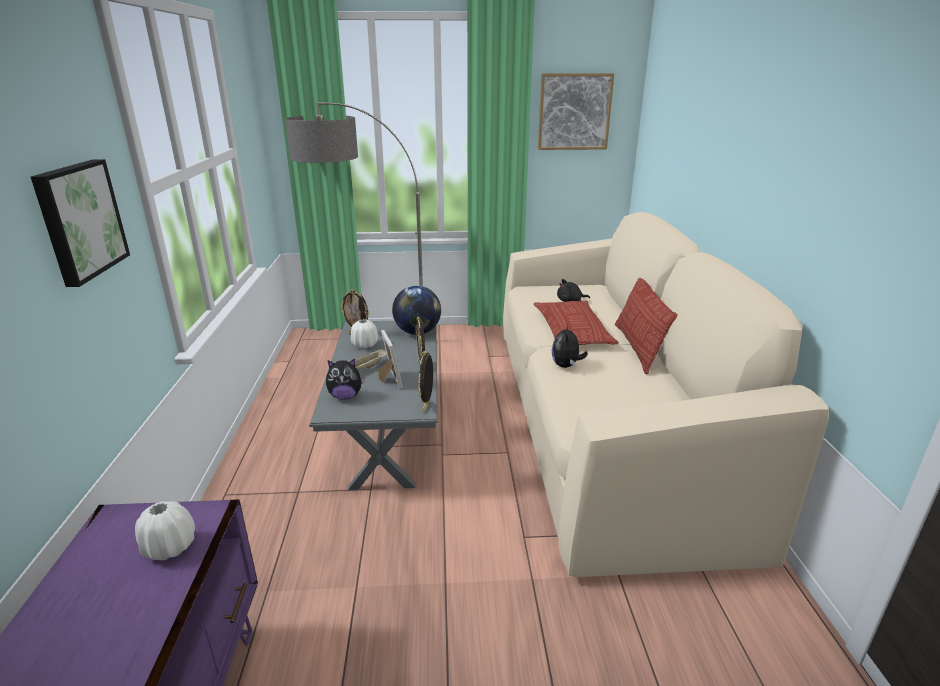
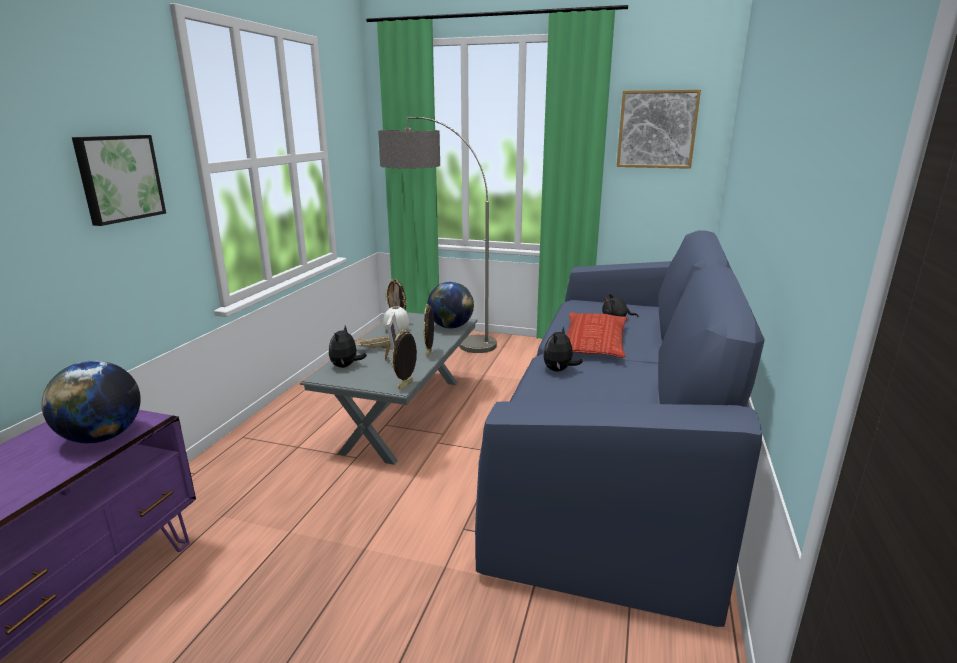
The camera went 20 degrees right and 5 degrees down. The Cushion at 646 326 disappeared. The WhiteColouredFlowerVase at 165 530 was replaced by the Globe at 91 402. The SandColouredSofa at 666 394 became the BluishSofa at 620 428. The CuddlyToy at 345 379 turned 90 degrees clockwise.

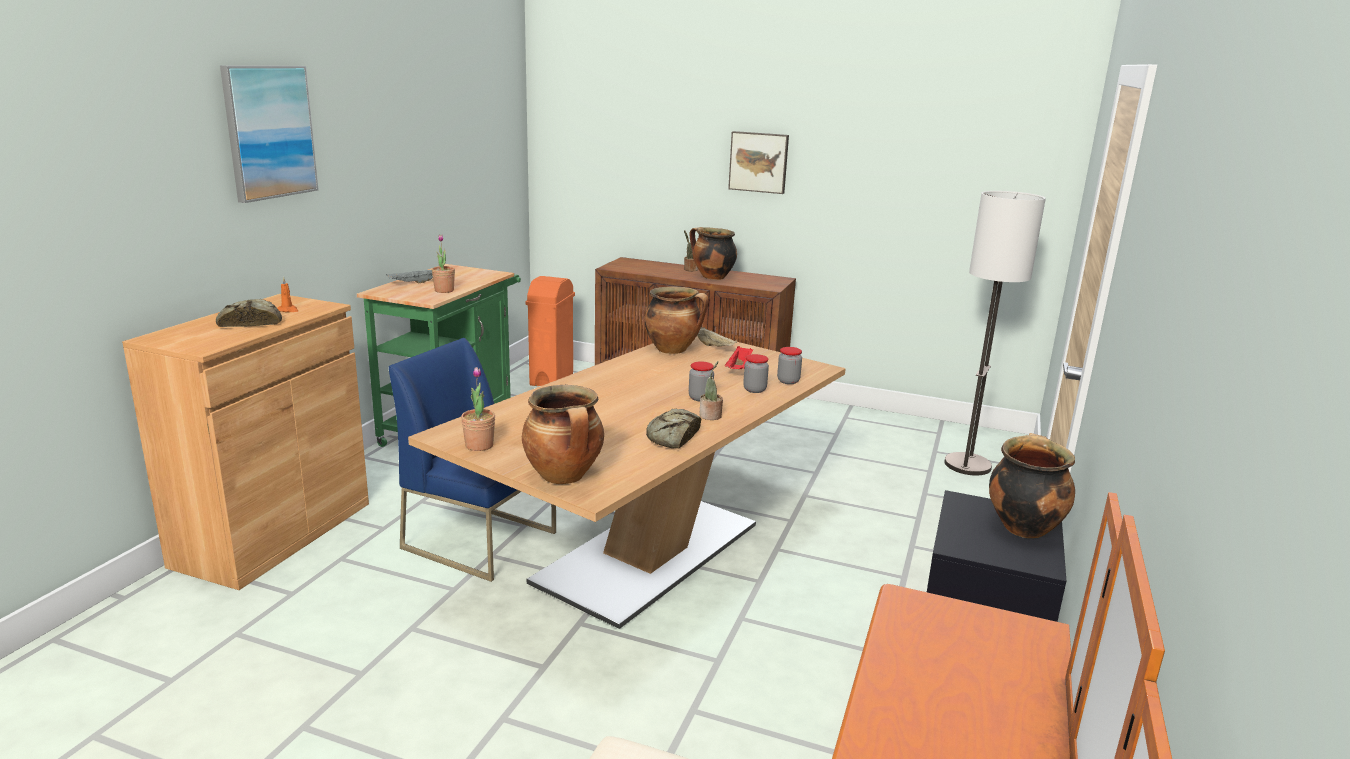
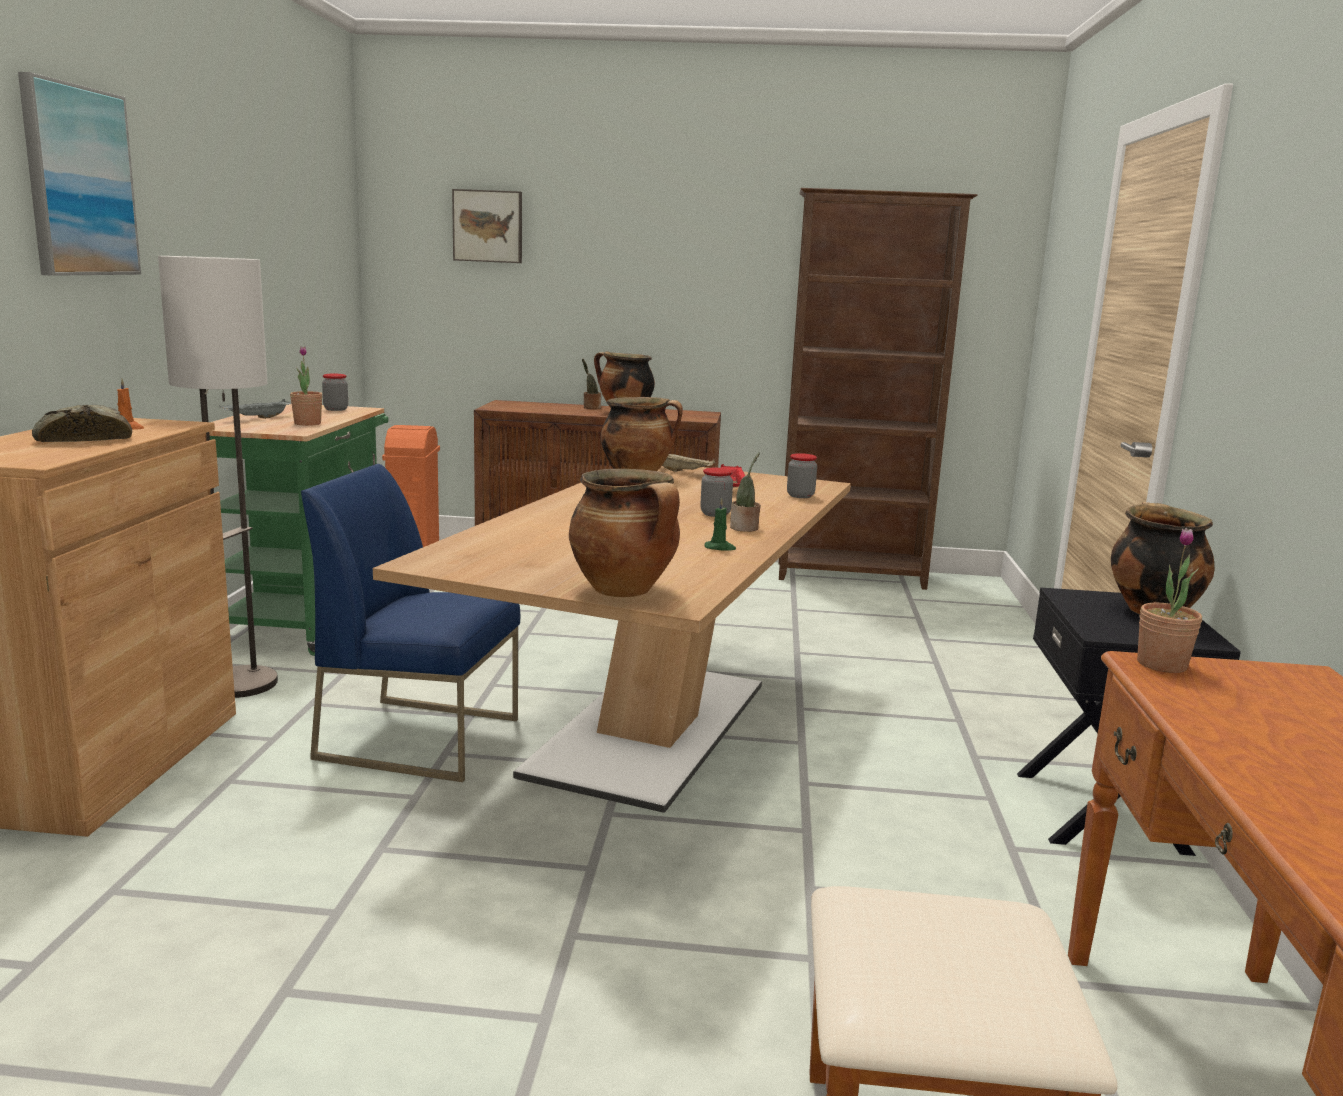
The camera went 15 degrees left and 5 degrees down. The BrownBookshelf at 878 389 appeared. The PottedPlant moved from 478 409 to 1169 600. The WallArt moved from 758 162 to 487 226. The PreserveJar moved from 756 373 to 335 392. The StandardLamp moved from 995 333 to 218 477. The BakedBread at 673 429 was replaced by the GreenColouredWaxLight at 720 524.

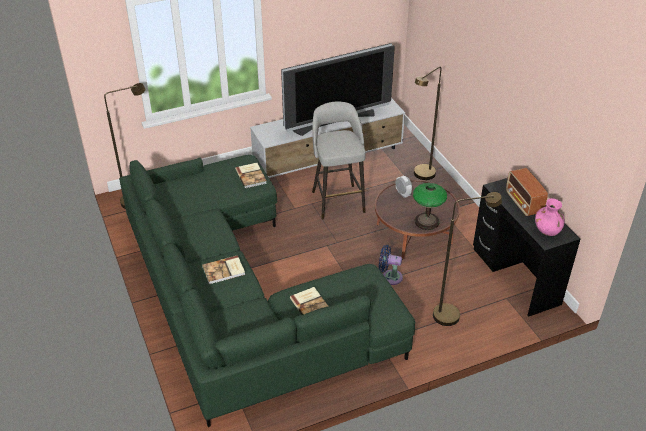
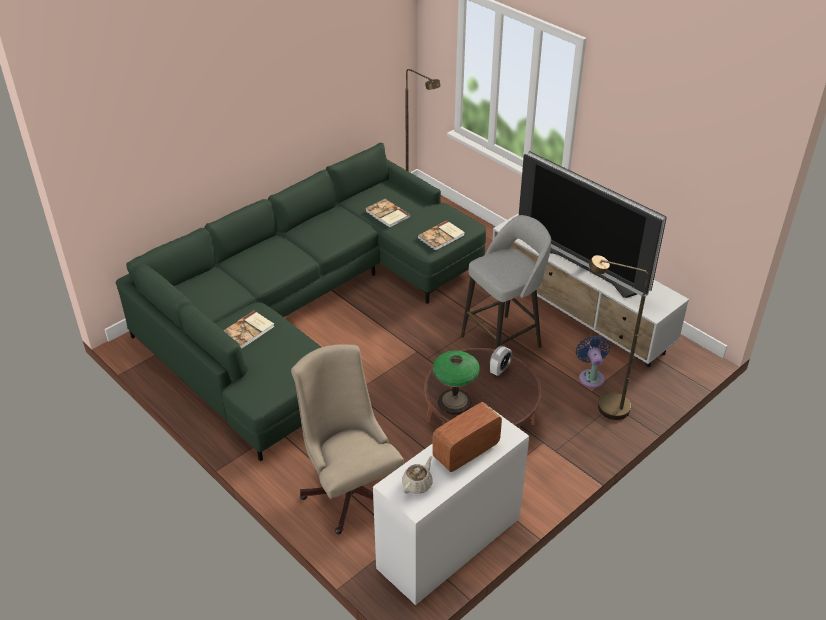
The camera went 70 degrees right and 0 degrees up. The Volume moved from 223 269 to 388 213. The BluishFan moved from 391 265 to 593 361. The BrownStandardLamp at 467 259 was replaced by the SandColouredDeskChair at 347 439. The PinkColouredFlowerVase at 550 217 was replaced by the SandColouredTeaPot at 417 475. The BlackDeskTable at 526 247 became the WhiteColouredDeskTable at 451 507.

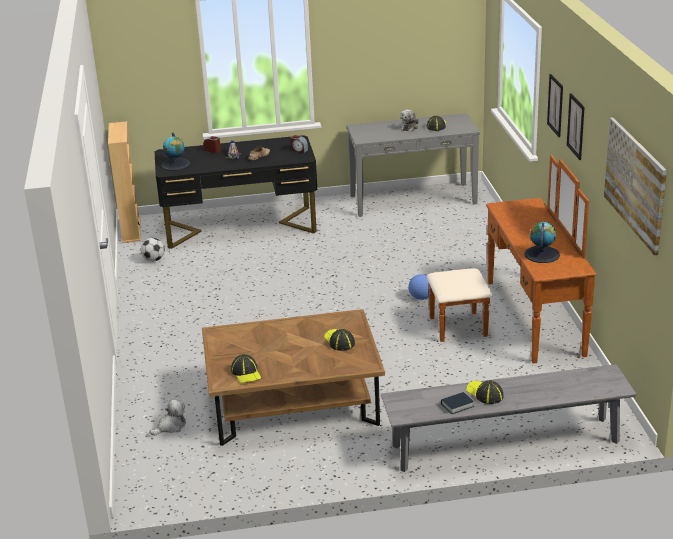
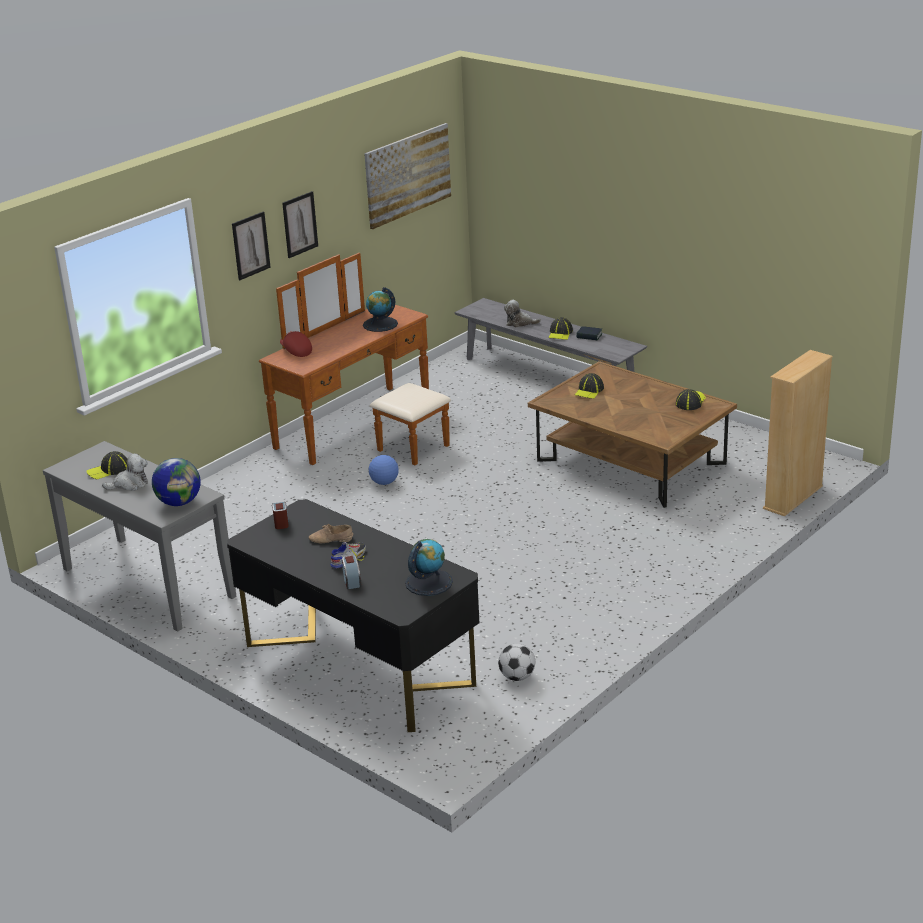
The camera went 130 degrees left and 0 degrees up. The Globe at 176 482 appeared. The ReddishBaseballCap at 296 344 appeared. The SandColouredBookshelf moved from 124 182 to 798 433. The CuddlyToy moved from 168 417 to 522 313.

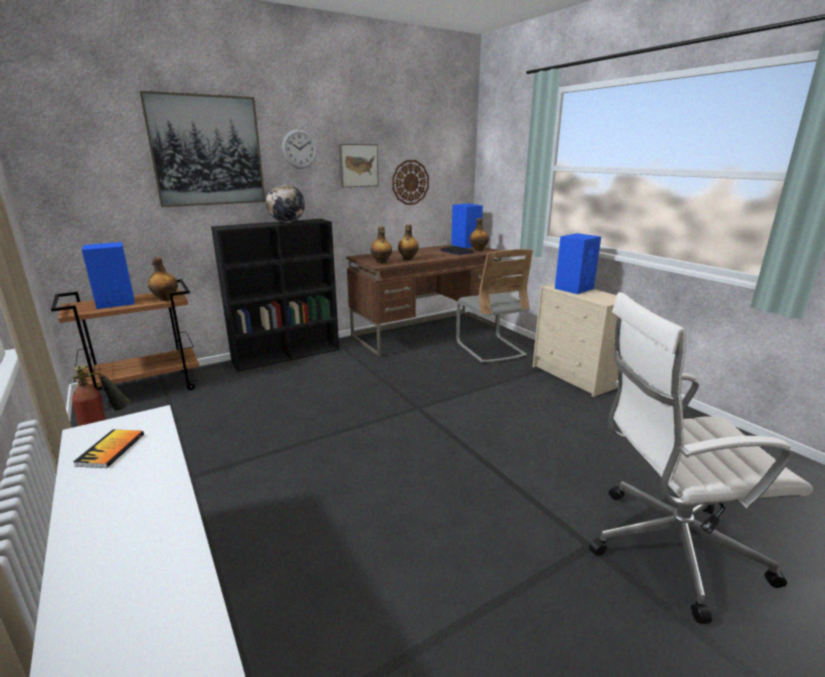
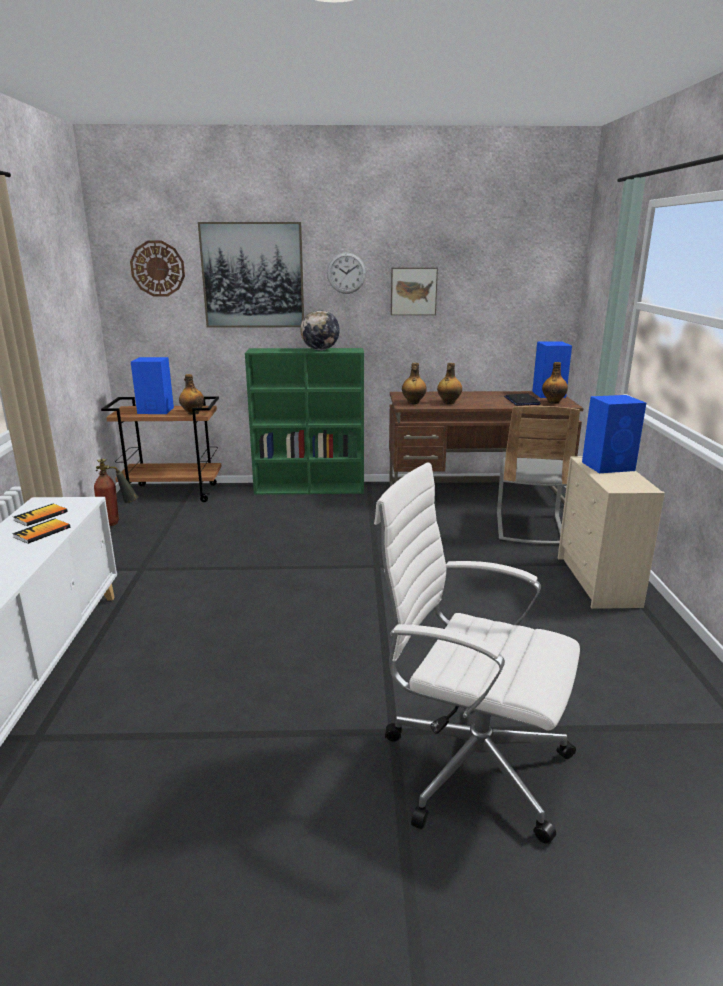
The camera went 30 degrees right and 0 degrees up. The Volume at 41 531 appeared. The WallClock moved from 410 182 to 157 269. The BlackBookshelf at 275 295 became the GreenColouredBookshelf at 304 421.

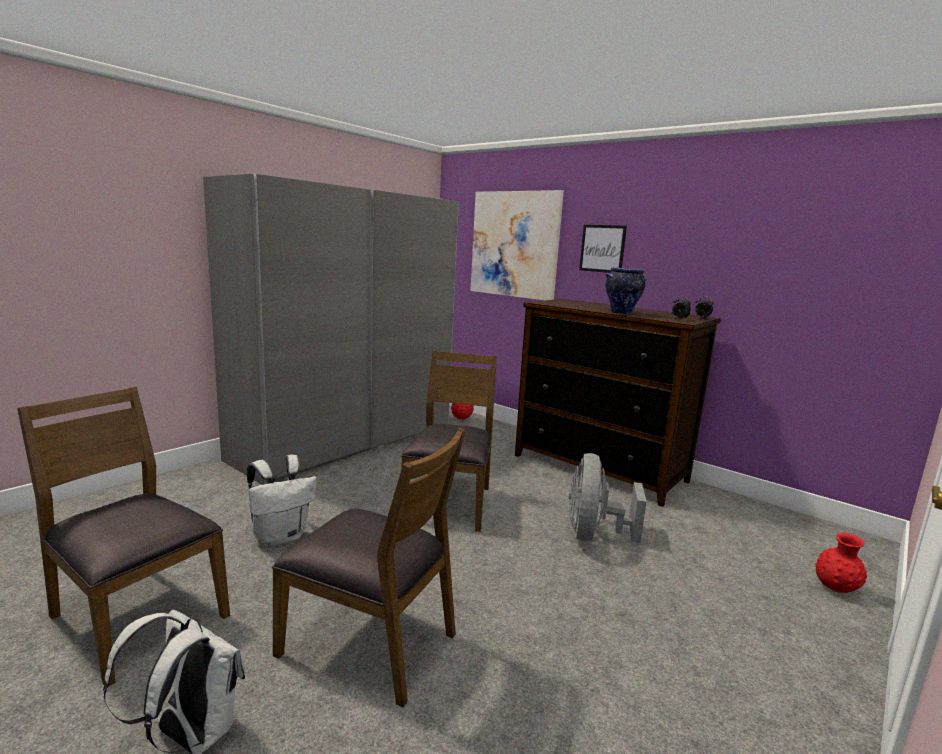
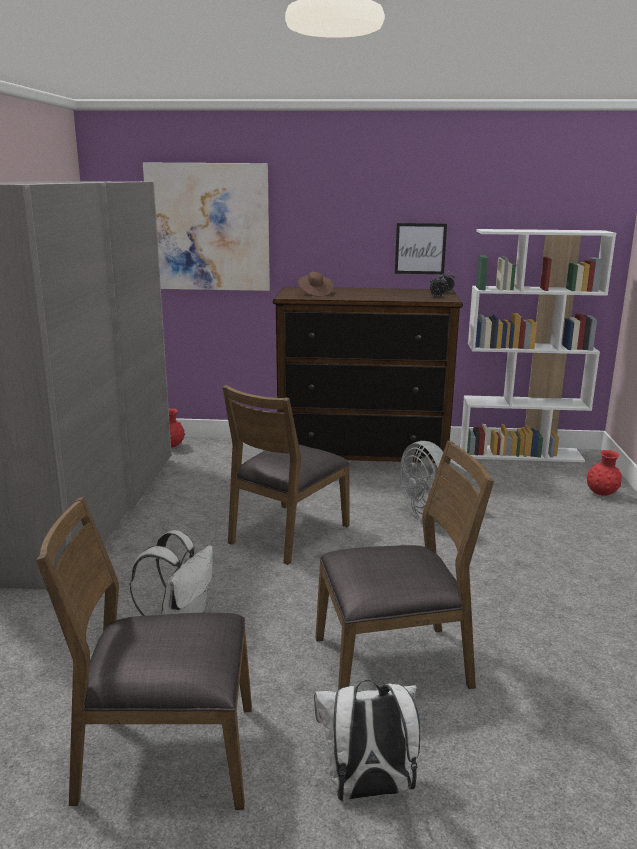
The camera went 35 degrees left and 5 degrees up. The FlowerVase at 626 290 disappeared. The BrownHat at 316 284 appeared. The WhiteColouredBookshelf at 538 345 appeared. The WallArt moved from 603 249 to 421 248. The BrownUprightChair at 449 441 turned 120 degrees counterclockwise.

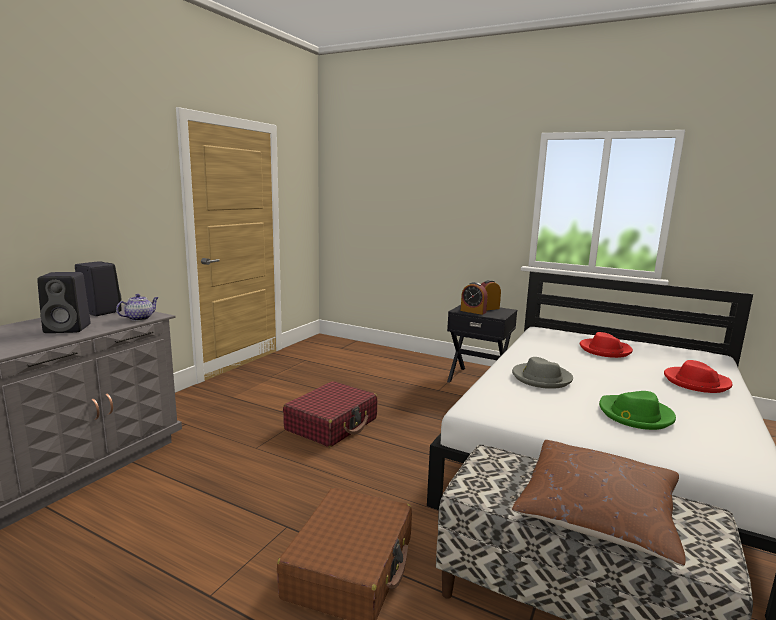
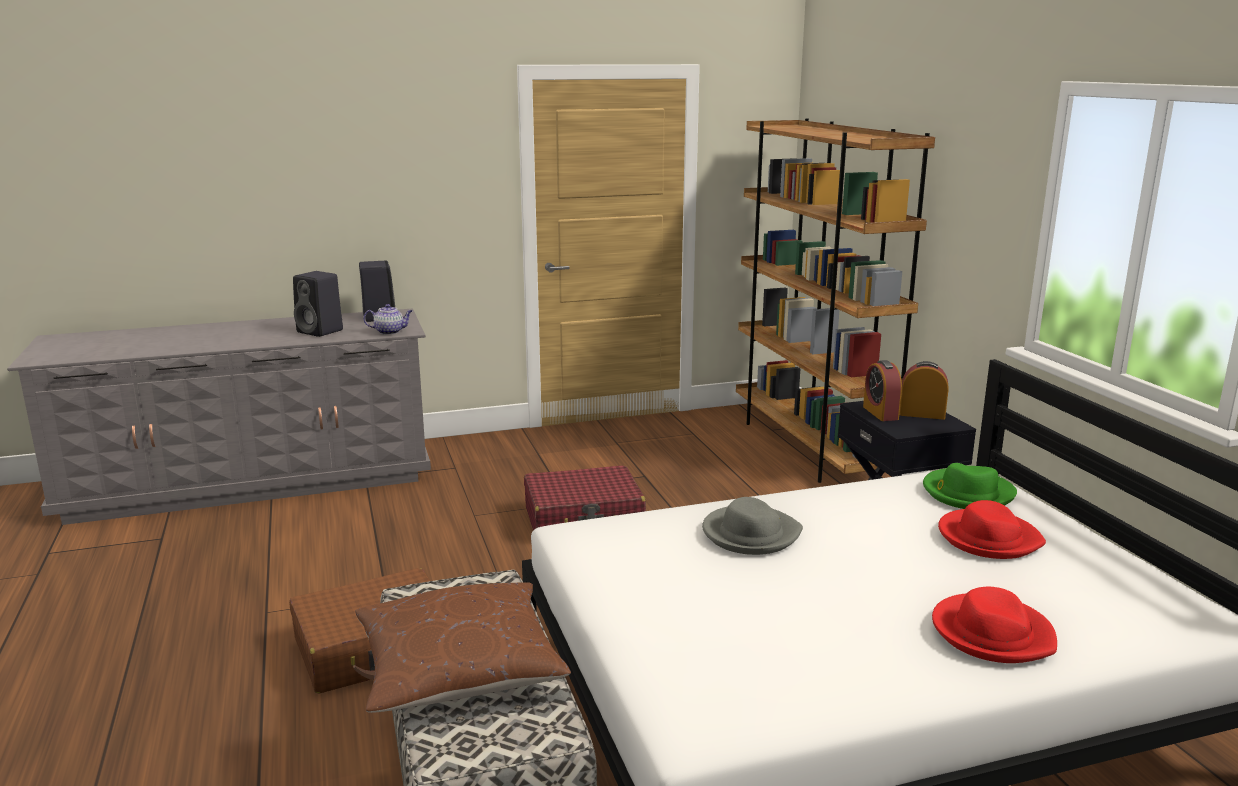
The camera went 45 degrees right and 5 degrees up. The BrownBookshelf at 835 301 appeared. The GreenColouredHat moved from 637 410 to 970 486.

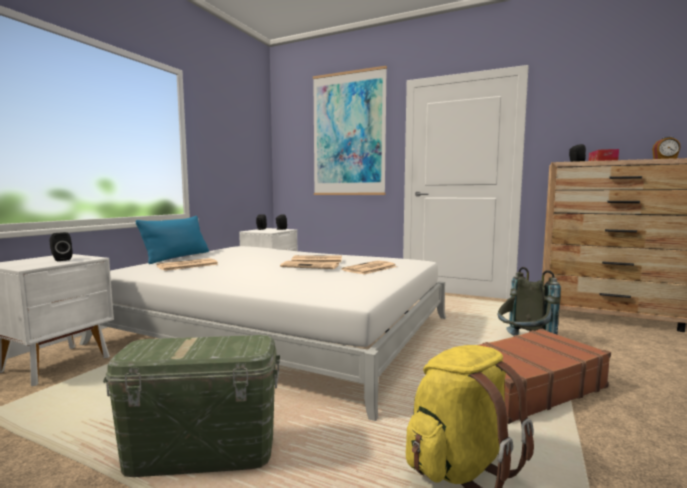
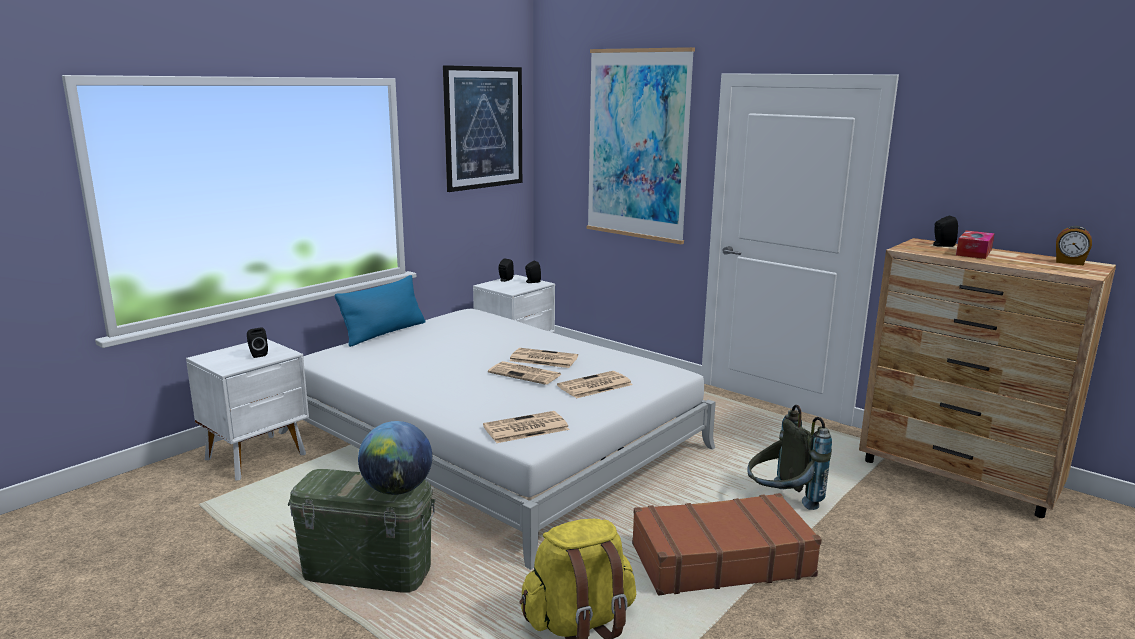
The camera went 15 degrees right and 10 degrees up. The Globe at 395 458 appeared. The WallArt at 482 128 appeared. The DailyPaper moved from 187 264 to 526 427.

